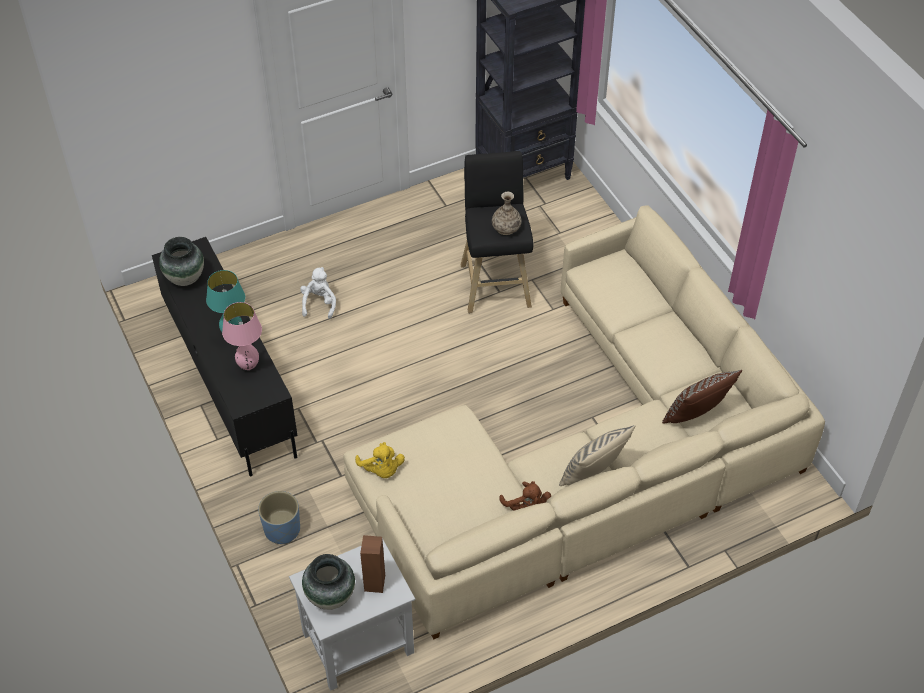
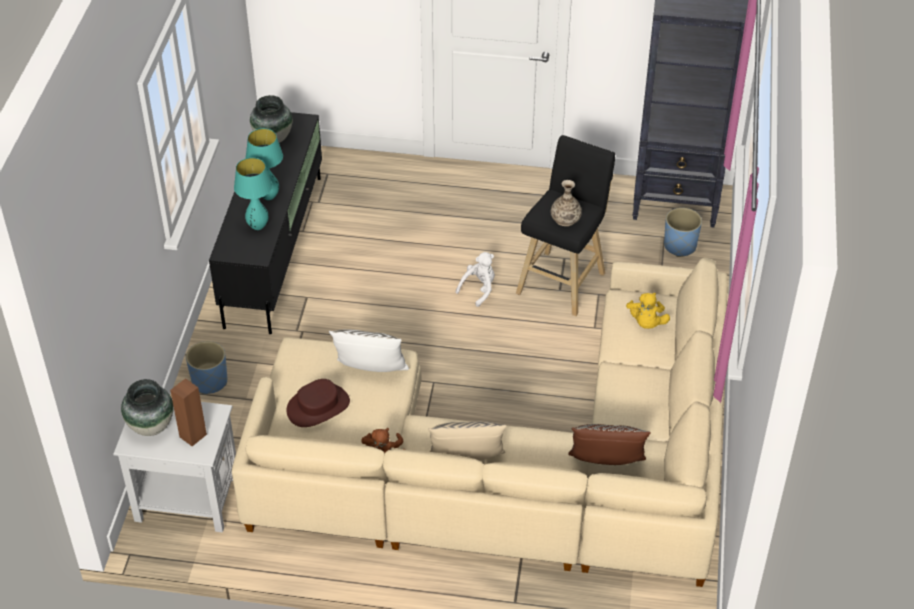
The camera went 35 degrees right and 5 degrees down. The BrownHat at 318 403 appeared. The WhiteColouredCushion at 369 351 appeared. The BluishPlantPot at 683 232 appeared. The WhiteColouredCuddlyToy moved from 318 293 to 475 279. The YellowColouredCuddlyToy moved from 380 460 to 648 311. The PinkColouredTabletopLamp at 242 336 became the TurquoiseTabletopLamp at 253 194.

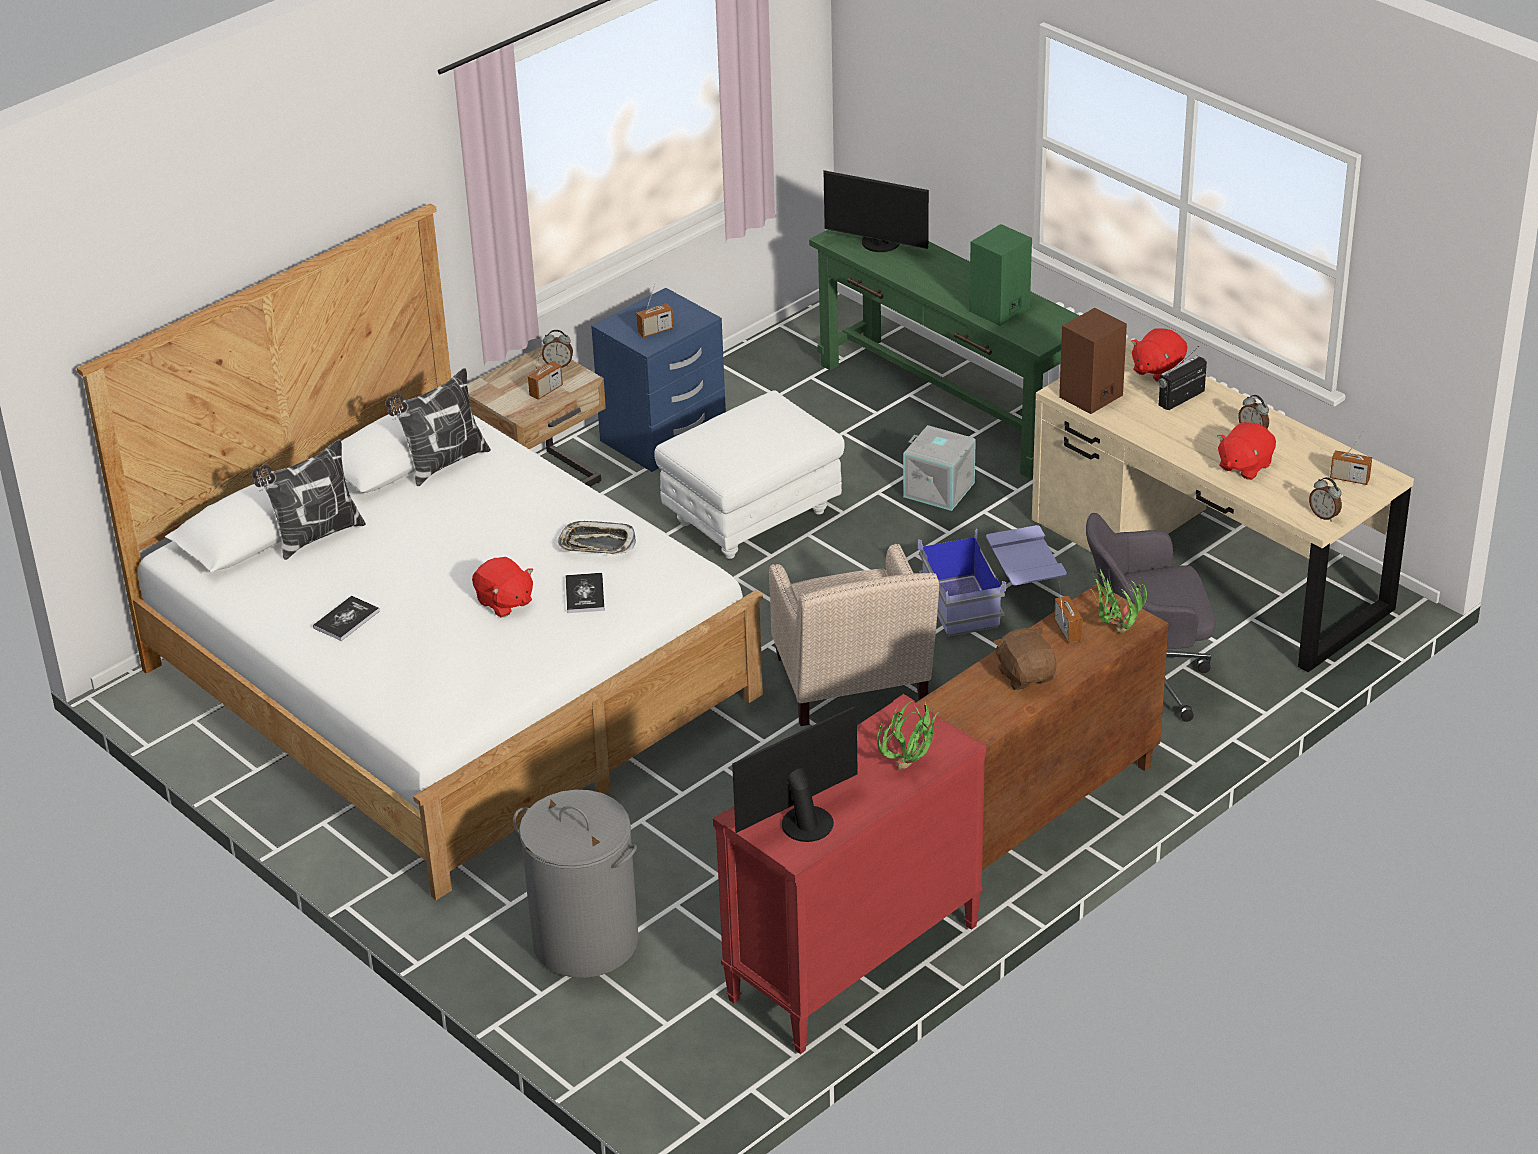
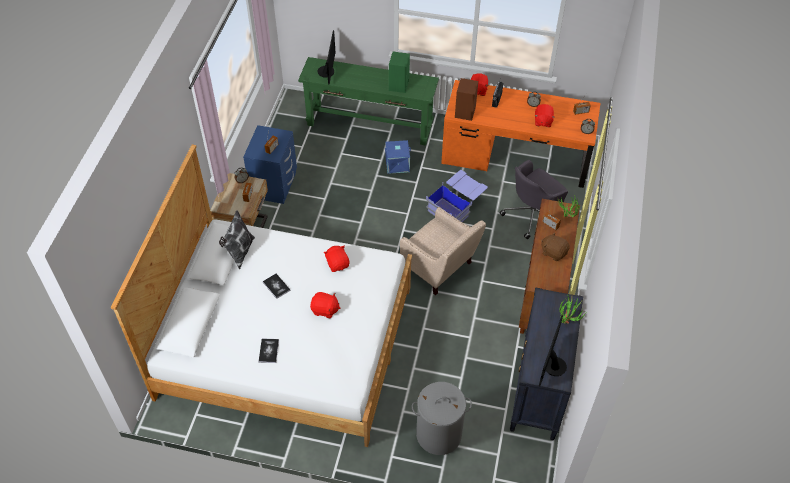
The camera went 35 degrees left and 15 degrees up. The Cushion at 309 499 disappeared. The WhiteColouredFootrest at 749 474 disappeared. The Volume moved from 585 593 to 276 286. The ServingTray at 596 538 was replaced by the ReddishCuddlyToy at 336 258. The ReddishChestOfDrawers at 849 874 became the BlackChestOfDrawers at 546 364. The GrayStorageBox at 939 468 became the BluishStorageBox at 398 157. The SandColouredDeskTable at 1223 505 became the OrangeColouredDeskTable at 521 134. The ComputerDisplay at 876 211 turned 75 degrees counterclockwise.

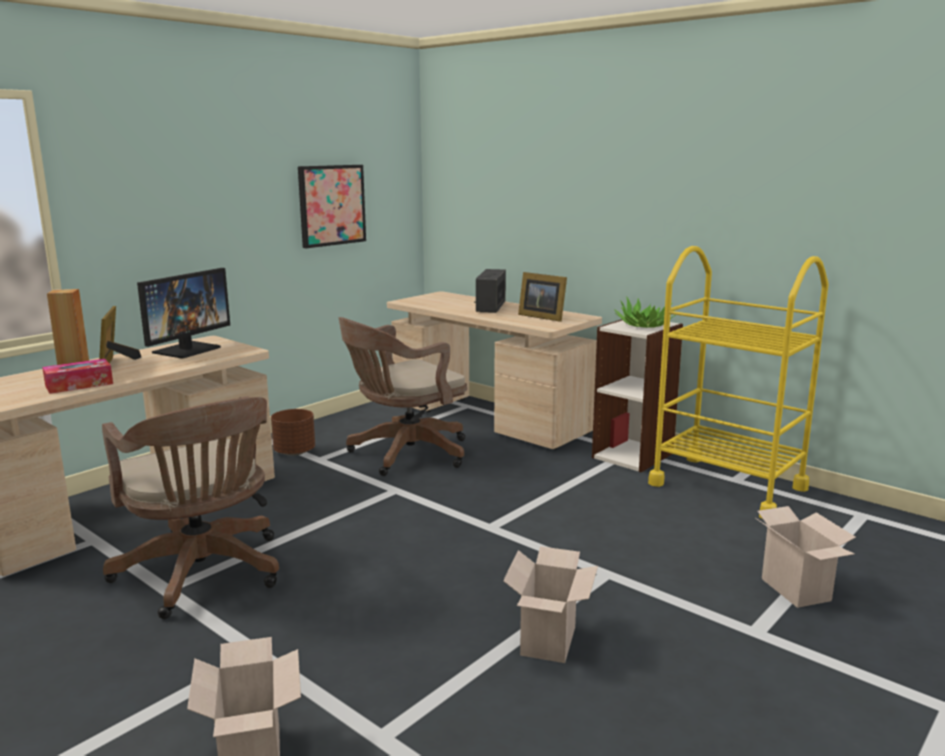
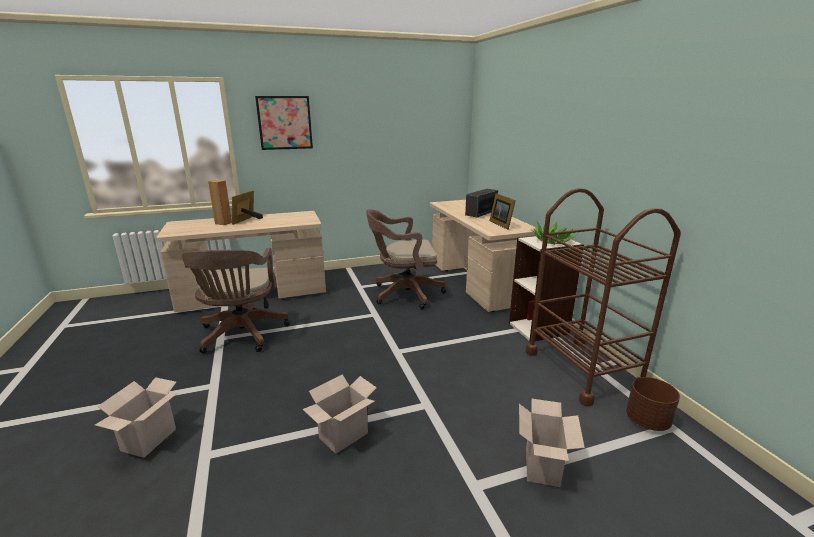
The camera went 30 degrees right and 5 degrees up. The TissueBox at 77 376 disappeared. The ComputerDisplay at 183 313 disappeared. The BrownPlantPot moved from 293 432 to 653 404. The WallArt moved from 332 206 to 284 123. The YellowColouredWheeledCart at 738 382 became the BrownWheeledCart at 603 297.

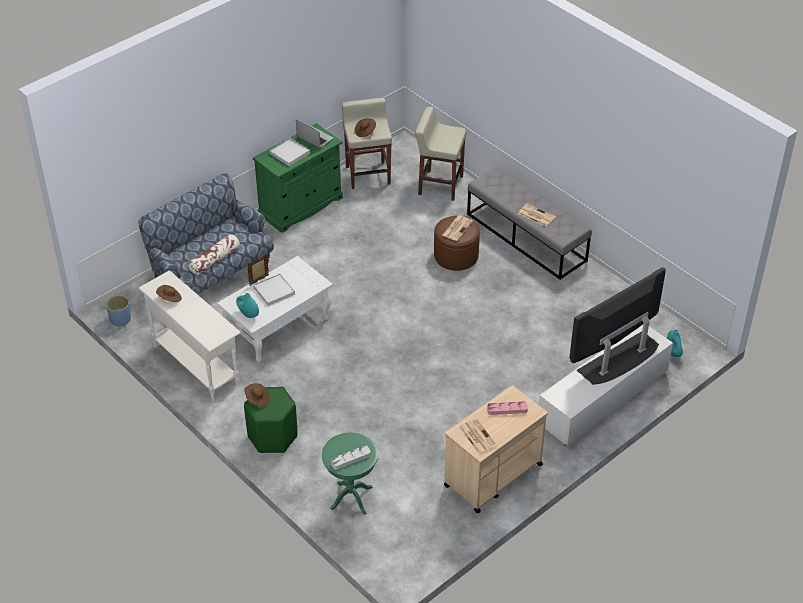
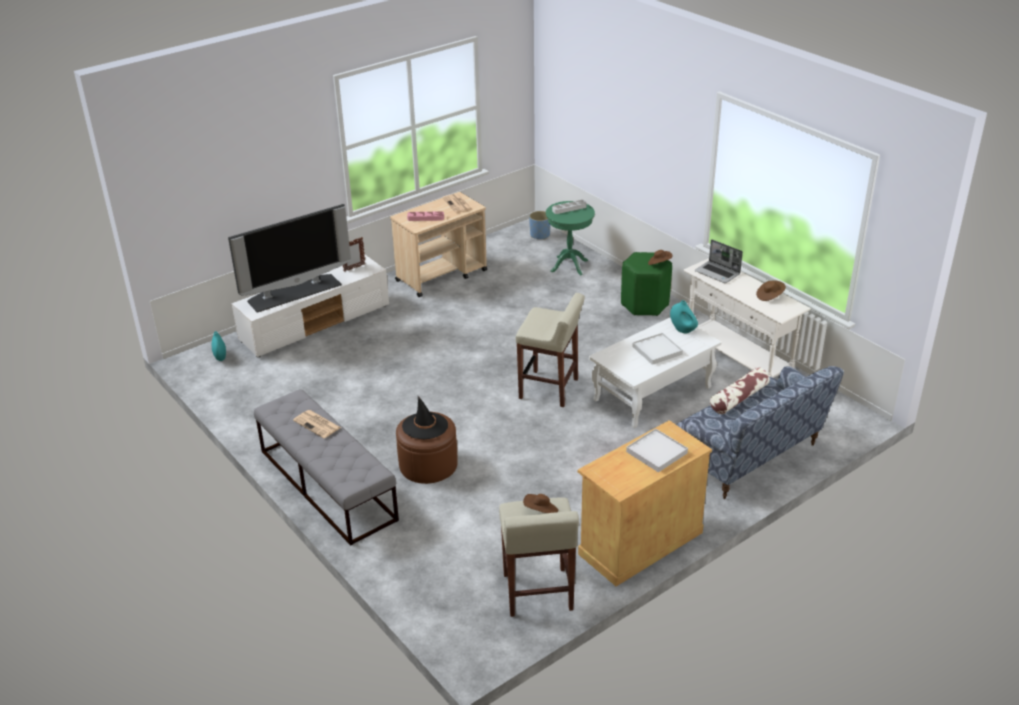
The camera went 175 degrees left and 10 degrees down. The BluishPlantPot moved from 118 310 to 540 225. The StandingFrame moved from 258 270 to 354 254. The NotebookComputer moved from 315 134 to 719 261. The SandColouredStool moved from 441 154 to 550 350. The DailyPaper at 457 228 was replaced by the BlackHat at 425 417. The GreenColouredCupboard at 298 178 became the SandColouredCupboard at 645 503.

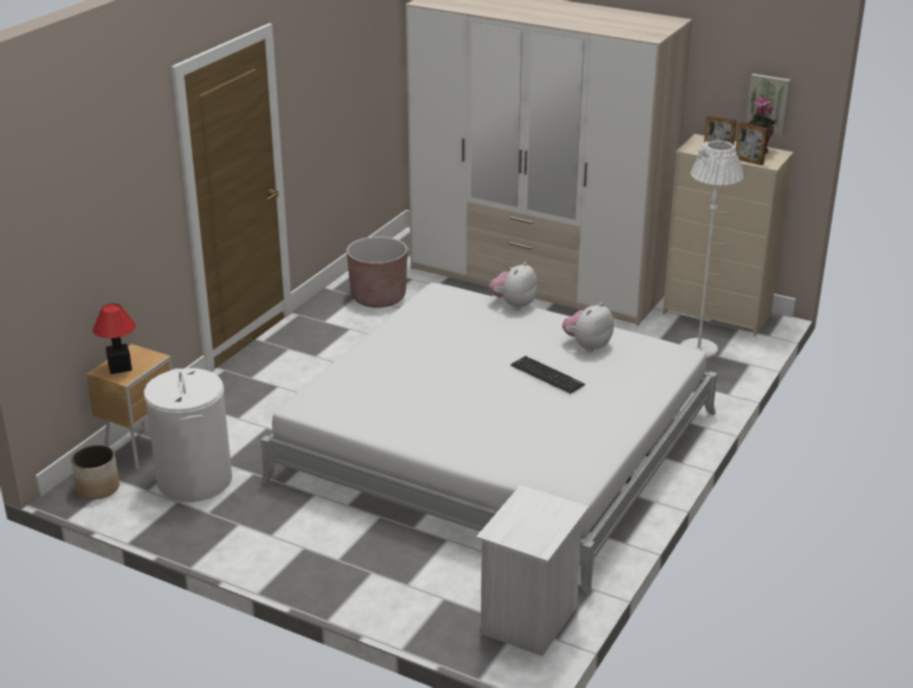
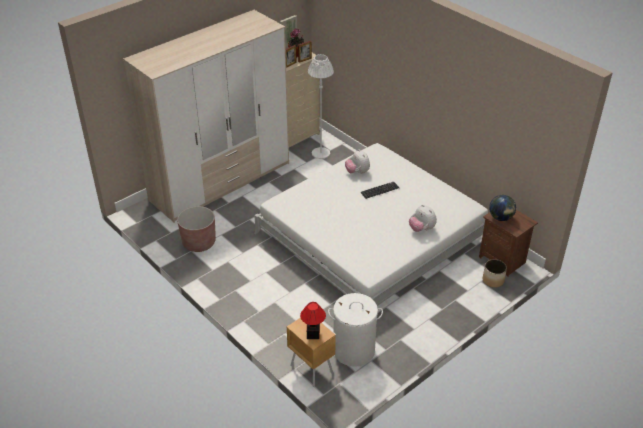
The camera went 70 degrees left and 10 degrees up. The Globe at 502 208 appeared. The PlantPot moved from 95 472 to 495 273. The CuddlyToy moved from 513 286 to 423 218. The WhiteColouredNightTable at 532 570 became the BrownNightTable at 508 243.

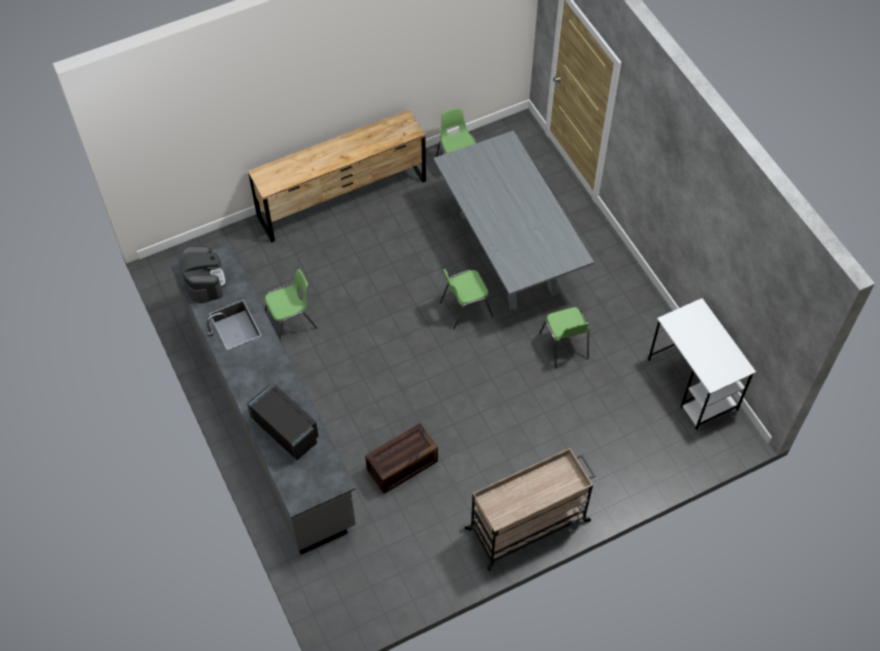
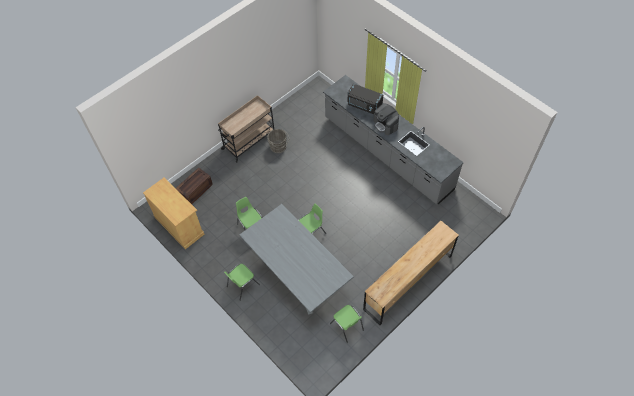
The camera went 165 degrees right and 0 degrees up. The GrayPail at 278 141 appeared. The CoffeeMaker moved from 203 274 to 386 119. The GreenColouredUprightChair moved from 290 304 to 242 282. The PackingCrate moved from 401 458 to 194 185. The WhiteColouredDeskTable at 702 364 was replaced by the SandColouredCupboard at 173 213.

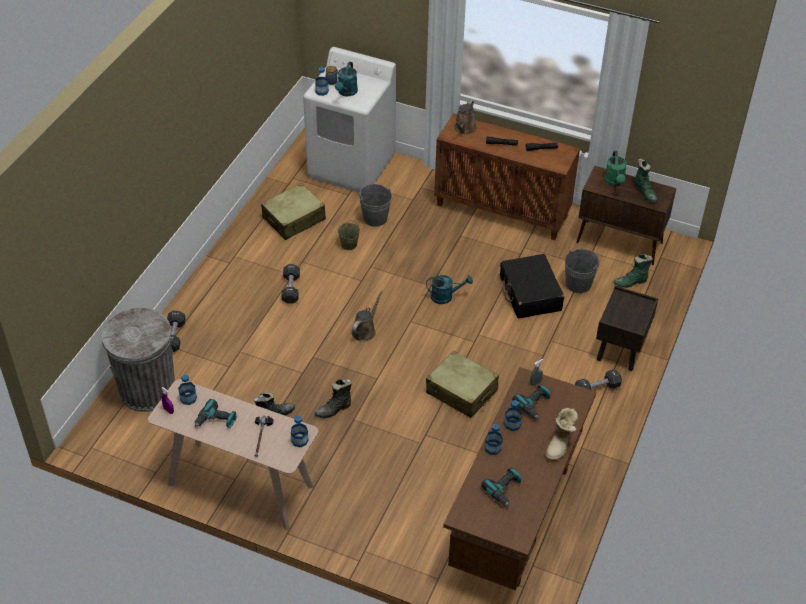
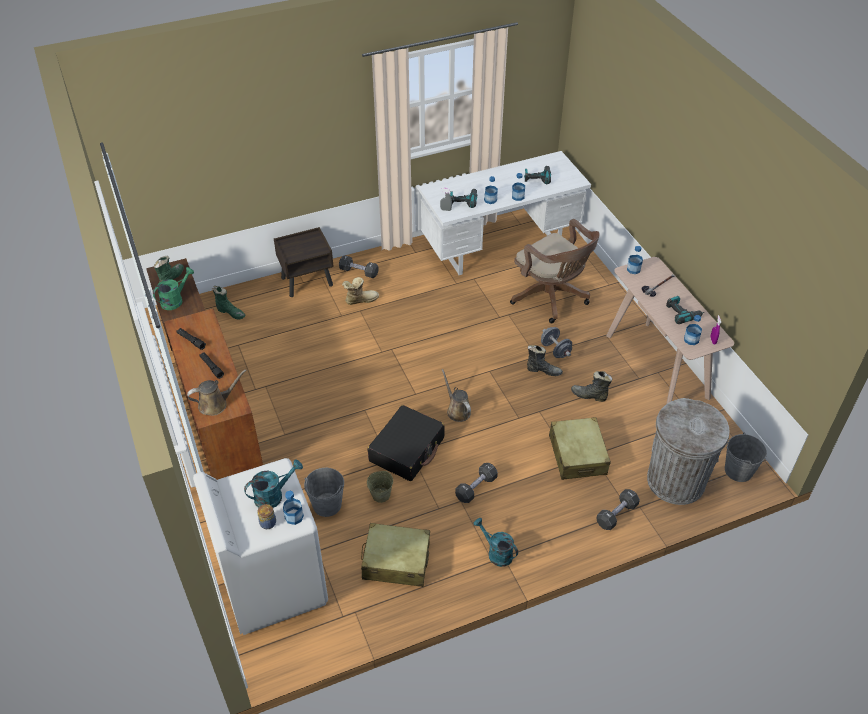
The camera went 135 degrees left and 0 degrees up. The BrownDeskChair at 555 271 appeared. The GrayHandWeight at 556 342 appeared. The TurquoiseSprinklingCan moved from 449 289 to 495 542. The SandColouredPieceOfLuggage moved from 462 384 to 580 448. The BlackPieceOfLuggage moved from 532 286 to 406 443. The TallBoot moved from 561 434 to 360 291. The GrayPail moved from 582 271 to 746 457. The BrownDeskTable at 519 478 became the WhiteColouredDeskTable at 504 213. The BrownSprinklingCan at 367 316 turned 75 degrees clockwise.

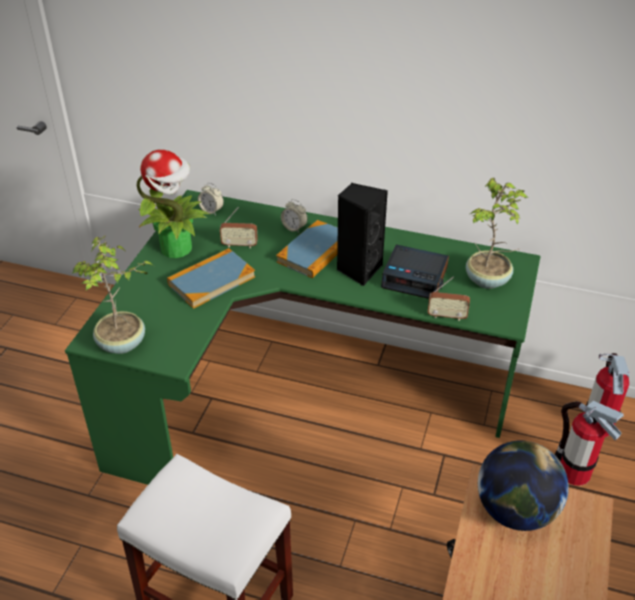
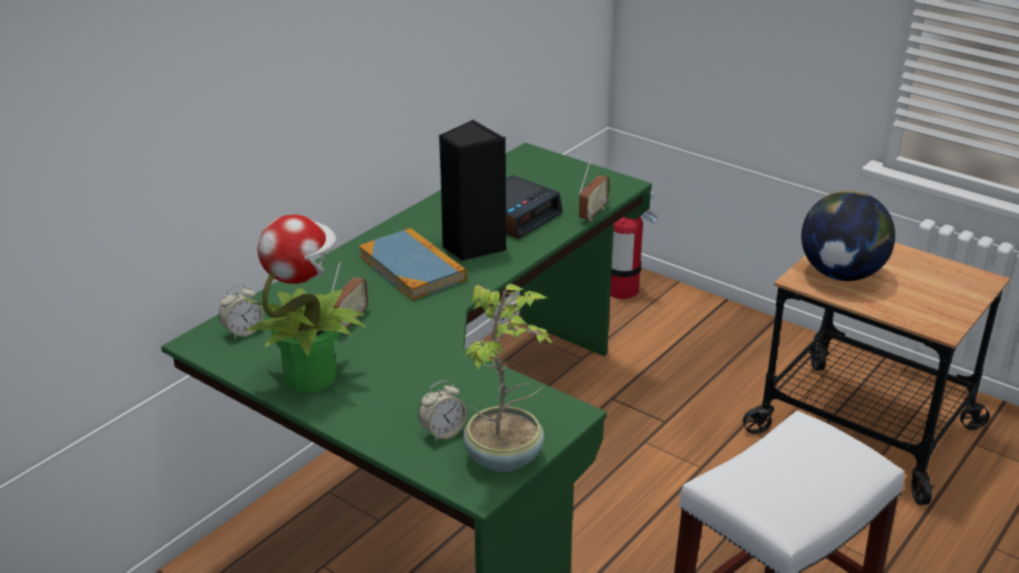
The camera went 70 degrees left and 10 degrees down. The Volume at 211 278 disappeared. The PottedPlant at 497 233 disappeared. The FireExtinguisher at 589 443 disappeared. The TableClock moved from 294 216 to 442 411.

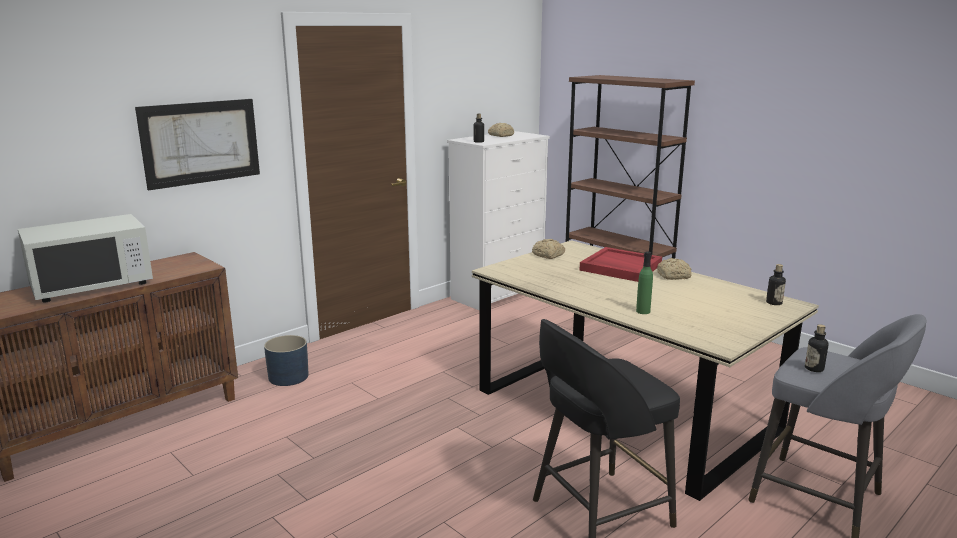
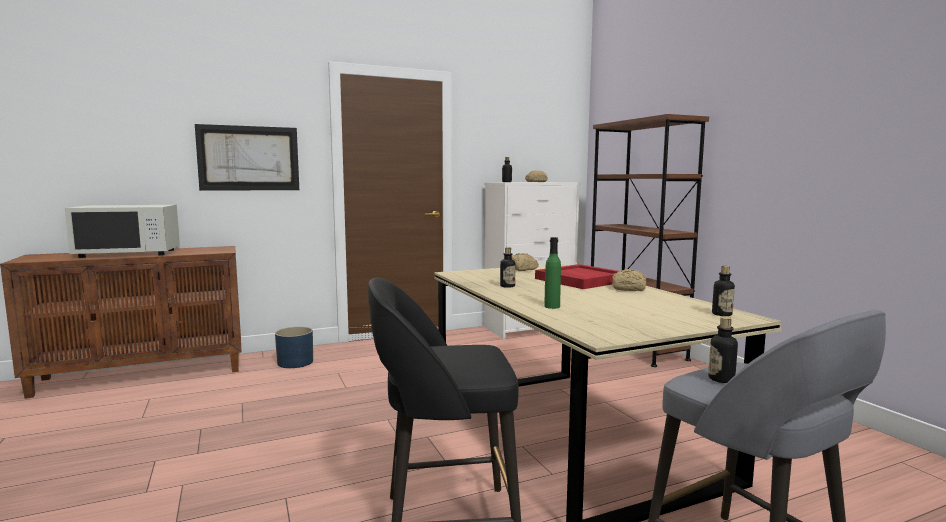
The camera went 20 degrees right and 10 degrees down. The DrinkBottle at 507 267 appeared.

